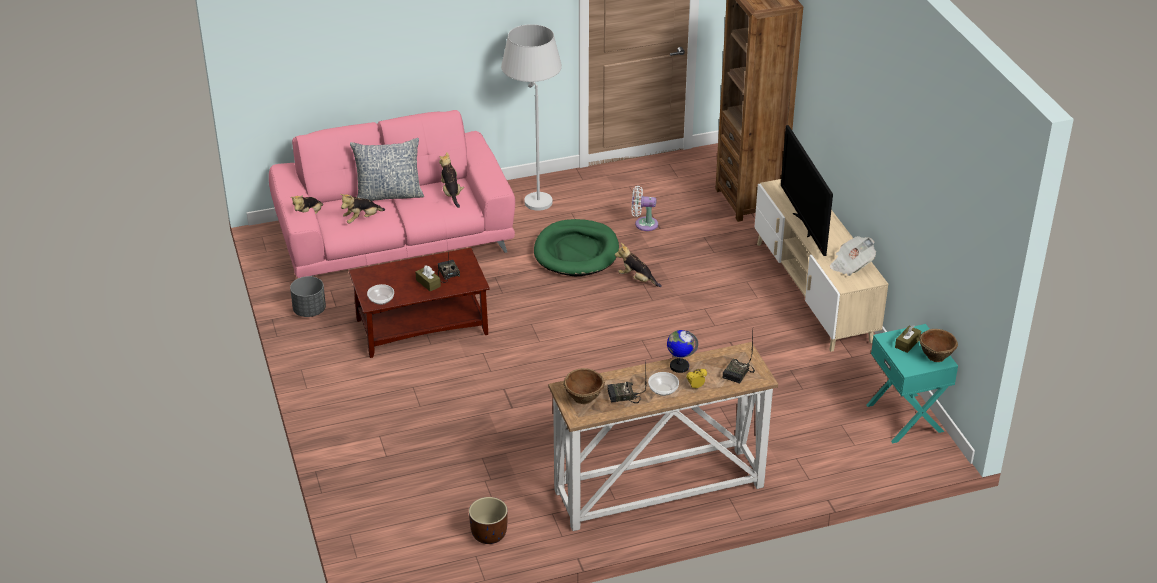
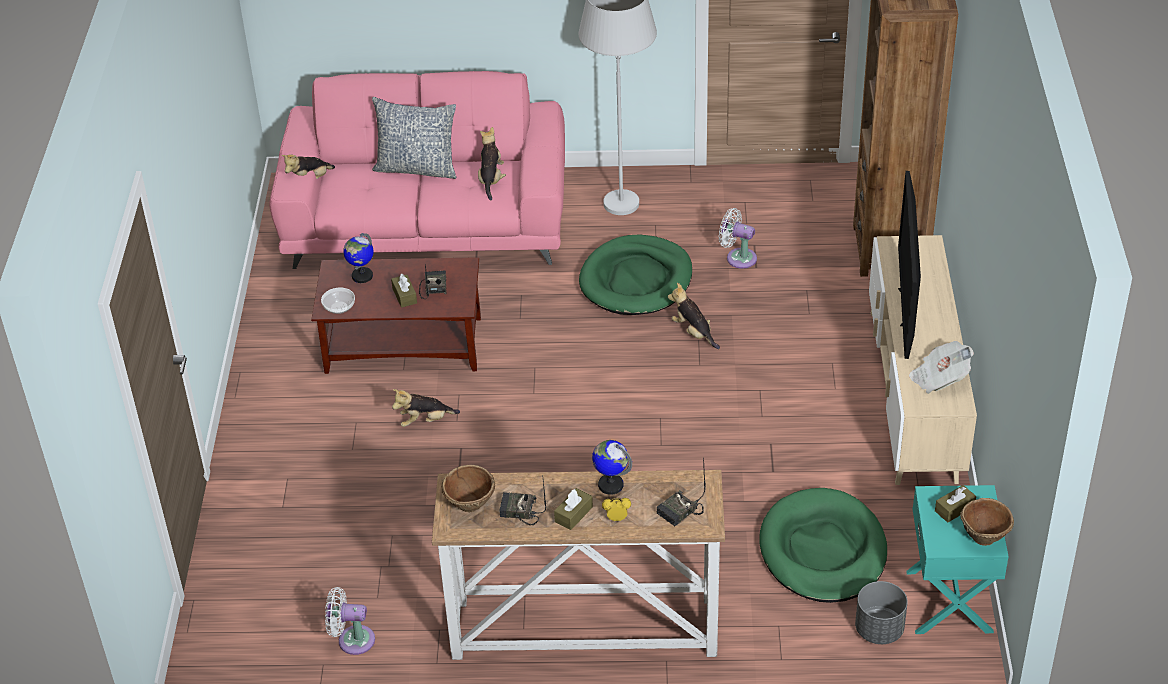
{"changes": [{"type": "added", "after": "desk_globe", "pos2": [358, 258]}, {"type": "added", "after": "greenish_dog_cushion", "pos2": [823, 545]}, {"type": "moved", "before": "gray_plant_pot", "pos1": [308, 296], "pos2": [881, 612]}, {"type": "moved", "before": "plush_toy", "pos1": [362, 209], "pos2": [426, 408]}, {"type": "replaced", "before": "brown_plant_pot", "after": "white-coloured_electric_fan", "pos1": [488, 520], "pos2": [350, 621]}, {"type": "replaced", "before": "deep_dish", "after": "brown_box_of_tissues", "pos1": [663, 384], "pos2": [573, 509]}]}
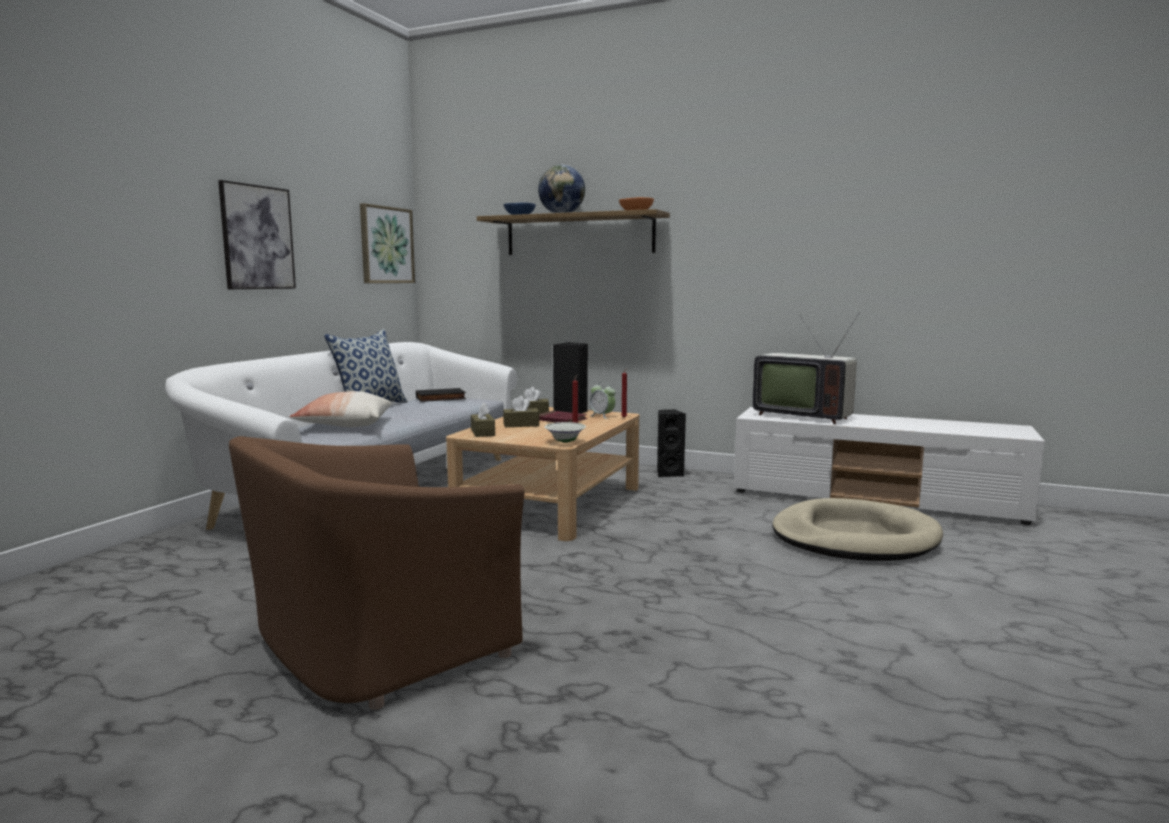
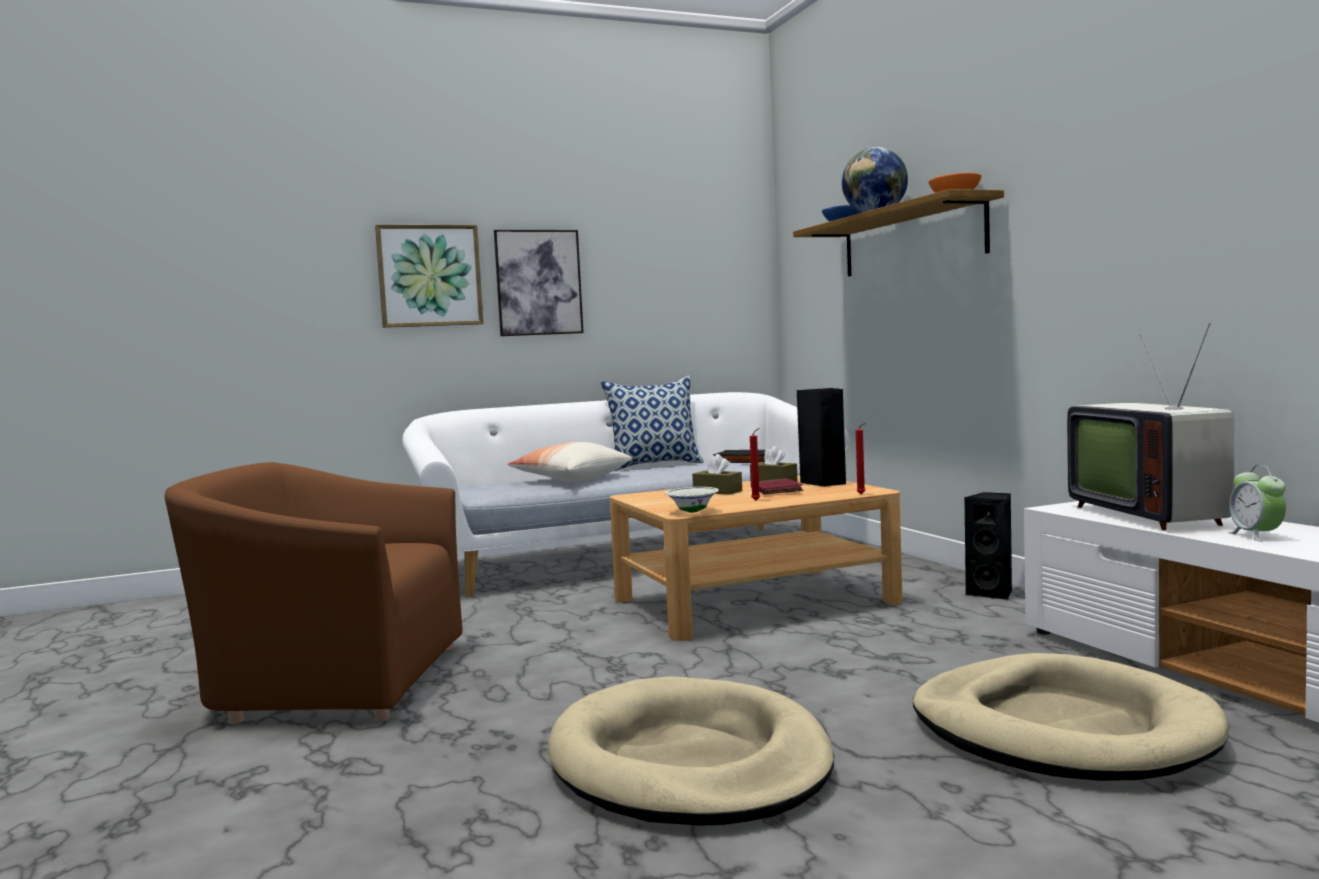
{"changes": [{"type": "removed", "before": "brown_box_of_tissues", "pos1": [483, 419]}, {"type": "added", "after": "beige_dog_cushion", "pos2": [691, 751]}, {"type": "moved", "before": "picture", "pos1": [387, 243], "pos2": [429, 276]}, {"type": "moved", "before": "bedside_clock", "pos1": [603, 400], "pos2": [1257, 503]}]}
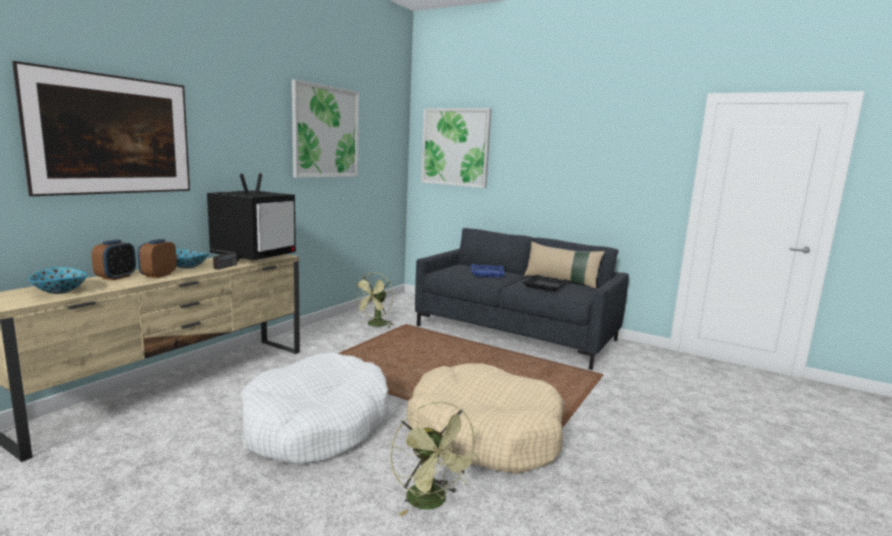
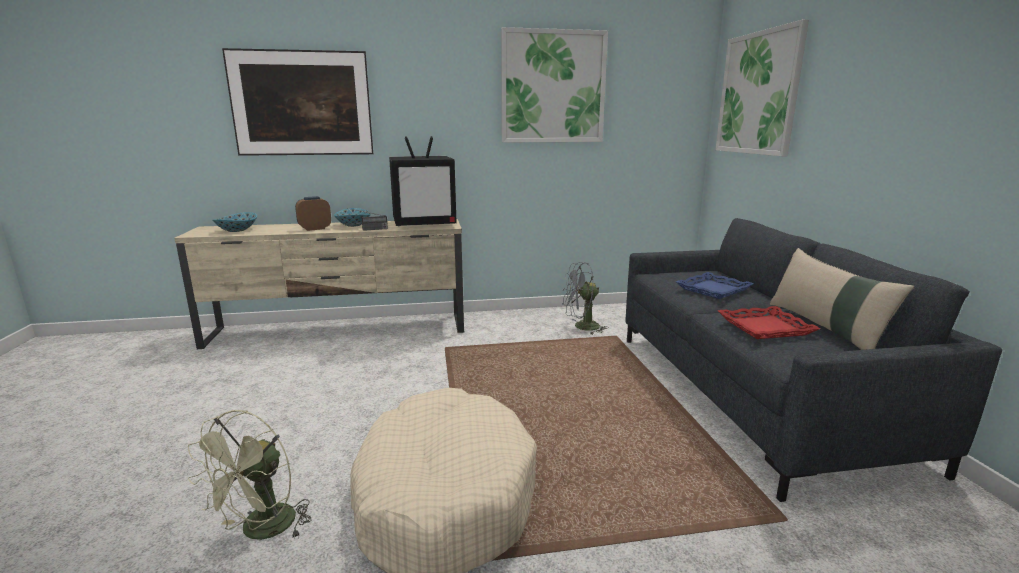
{"changes": [{"type": "removed", "before": "bedside_clock", "pos1": [114, 260]}, {"type": "removed", "before": "white-coloured_dog_cushion", "pos1": [315, 408]}, {"type": "recoloured", "before": "greenish_electric_fan", "after": "gray_electric_fan", "pos1": [373, 300], "pos2": [585, 298]}, {"type": "recoloured", "before": "blackish_serving_tray", "after": "red_serving_tray", "pos1": [546, 283], "pos2": [769, 322]}]}
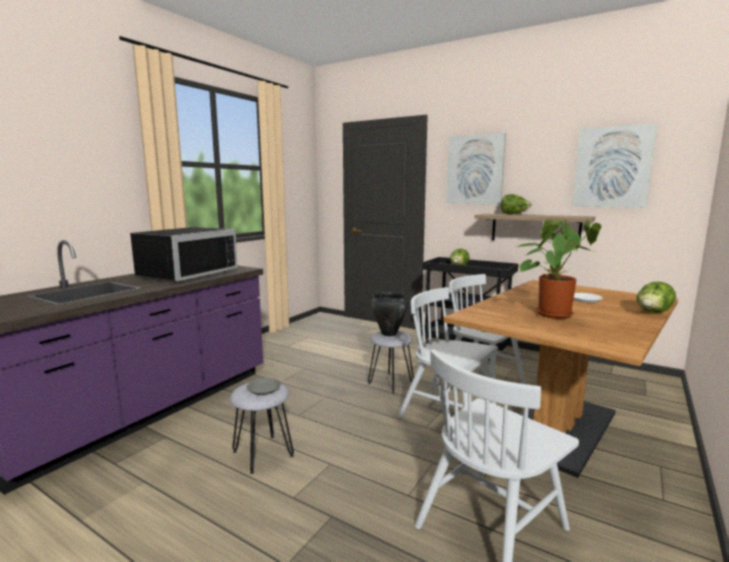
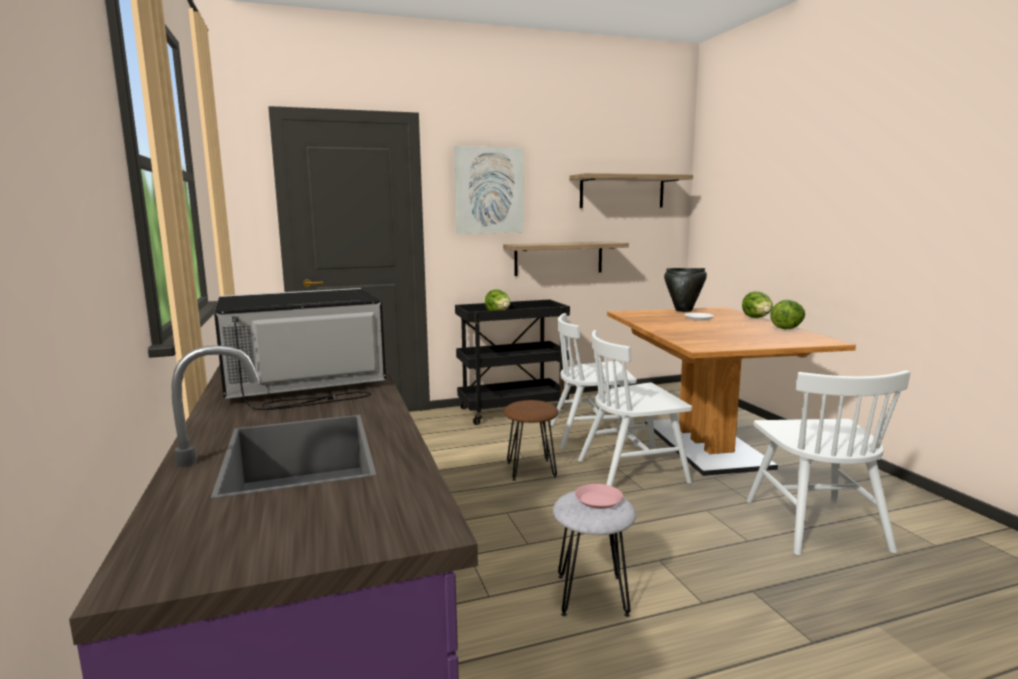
{"changes": [{"type": "removed", "before": "plant_in_a_pot", "pos1": [559, 269]}, {"type": "moved", "before": "blackish_saucepot", "pos1": [389, 314], "pos2": [685, 290]}, {"type": "moved", "before": "head_of_lettuce", "pos1": [515, 204], "pos2": [787, 314]}, {"type": "replaced", "before": "picture", "after": "shelf", "pos1": [614, 165], "pos2": [631, 190]}, {"type": "recoloured", "before": "gray_plate", "after": "pink_plate", "pos1": [263, 386], "pos2": [599, 496]}, {"type": "recoloured", "before": "gray_stool", "after": "brown_stool", "pos1": [391, 362], "pos2": [531, 440]}, {"type": "turned", "before": "blackish_microwave_oven", "pos1": [184, 254], "pos2": [300, 349], "turn": -90}]}
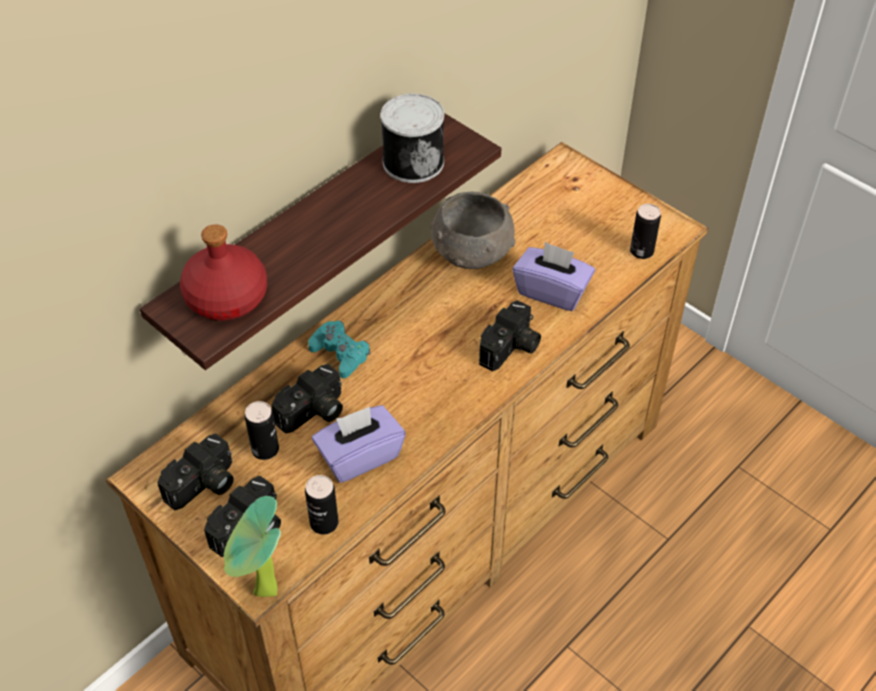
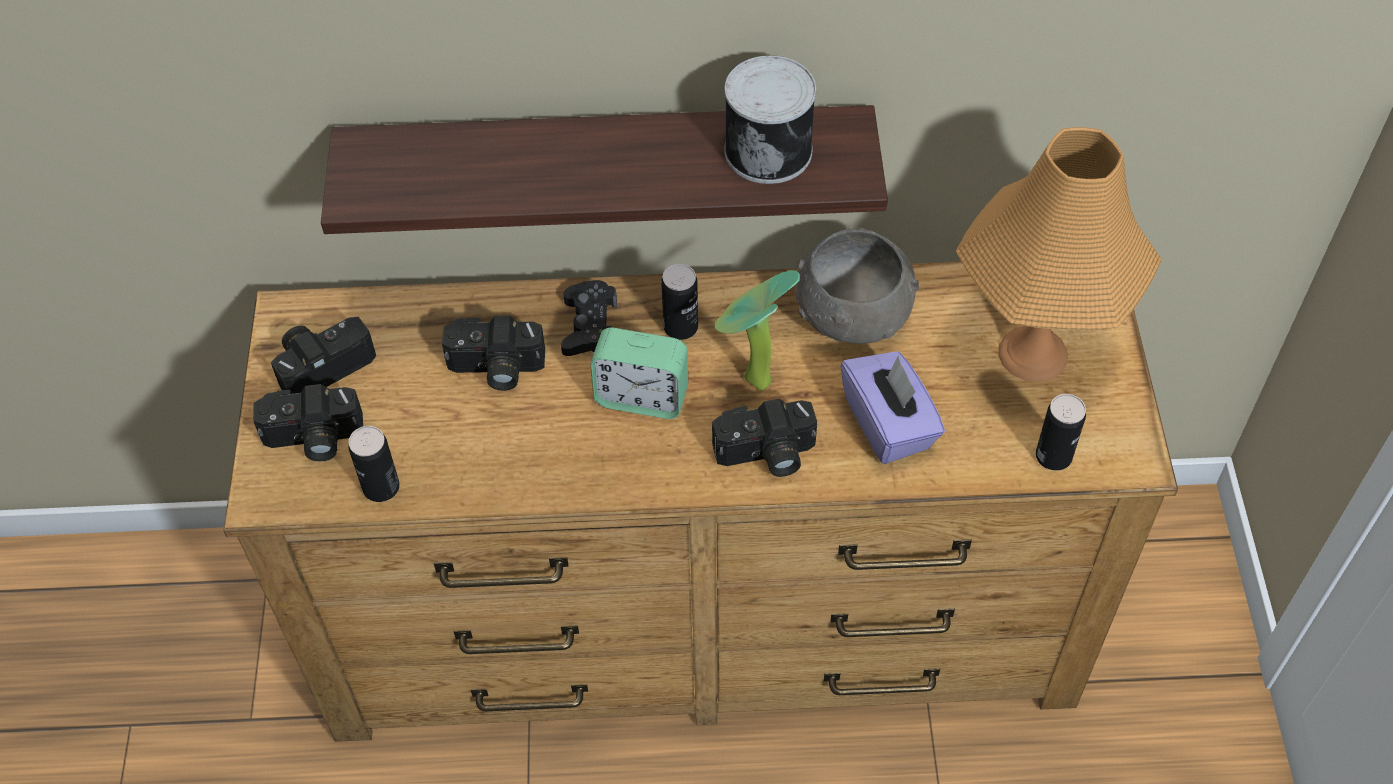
{"changes": [{"type": "removed", "before": "red_drink_bottle", "pos1": [223, 272]}, {"type": "removed", "before": "purple_box_of_tissues", "pos1": [358, 444]}, {"type": "added", "after": "bedside_clock", "pos2": [639, 373]}, {"type": "added", "after": "orange_tabletop_lamp", "pos2": [1059, 254]}, {"type": "moved", "before": "plant_in_a_pot", "pos1": [252, 546], "pos2": [757, 331]}, {"type": "moved", "before": "can", "pos1": [262, 430], "pos2": [679, 302]}, {"type": "recoloured", "before": "turquoise_gamepad", "after": "blackish_gamepad", "pos1": [339, 349], "pos2": [589, 318]}, {"type": "turned", "before": "photo_camera", "pos1": [195, 471], "pos2": [323, 355], "turn": 150}]}
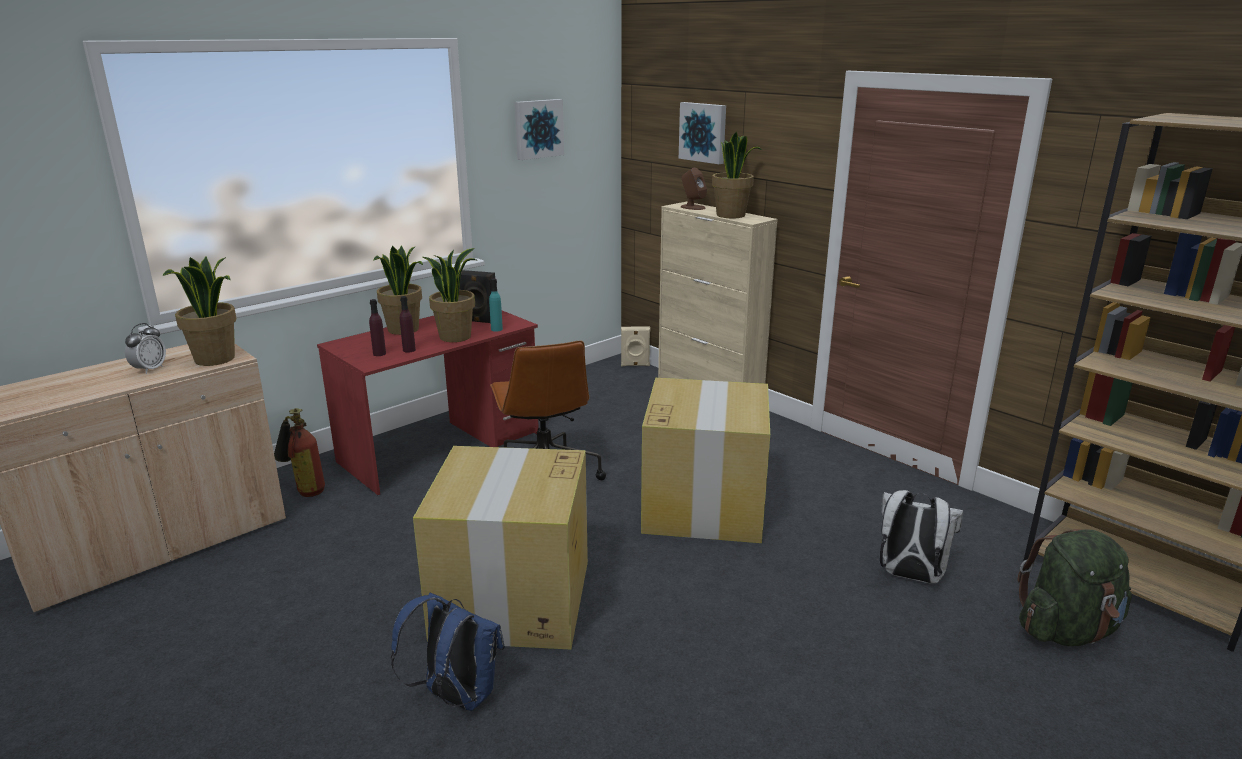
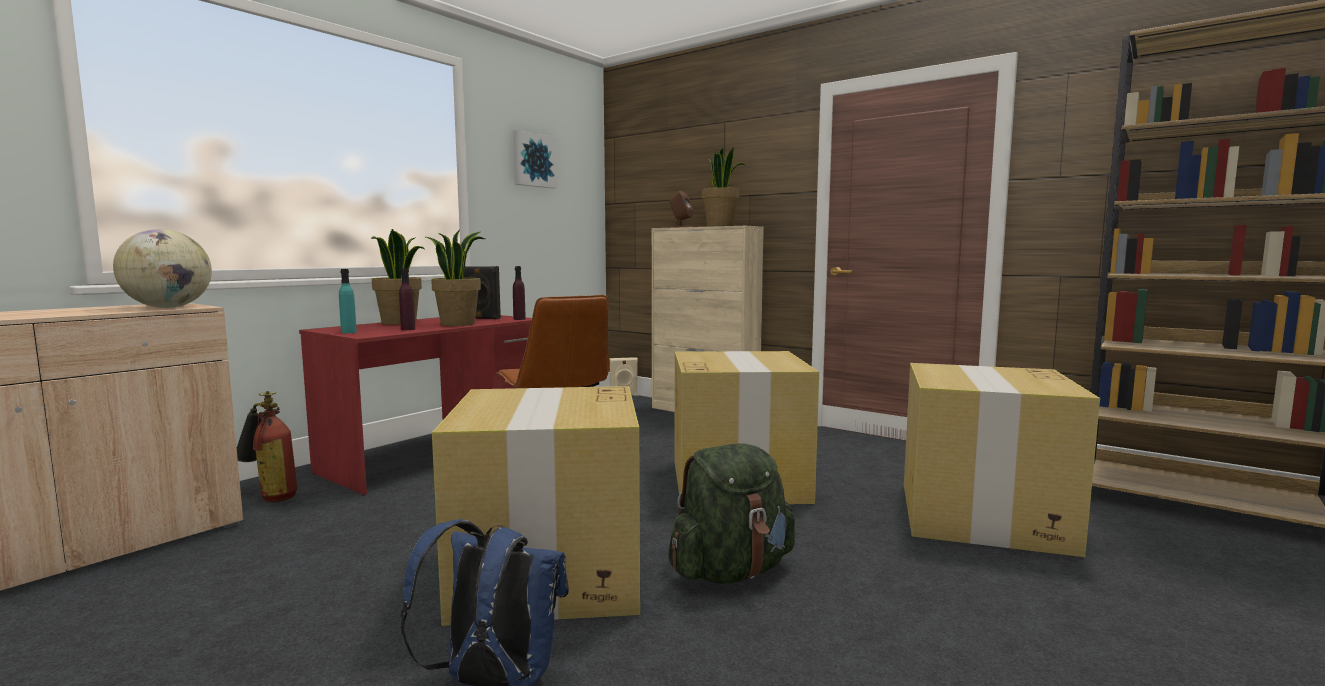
{"changes": [{"type": "removed", "before": "bedside_clock", "pos1": [145, 348]}, {"type": "removed", "before": "picture", "pos1": [702, 133]}, {"type": "moved", "before": "purple_drink_bottle", "pos1": [377, 327], "pos2": [519, 293]}, {"type": "moved", "before": "turquoise_drink_bottle", "pos1": [496, 305], "pos2": [348, 301]}, {"type": "moved", "before": "greenish_backpack", "pos1": [1074, 587], "pos2": [731, 514]}, {"type": "replaced", "before": "plant_in_a_pot", "after": "desk_globe", "pos1": [200, 311], "pos2": [162, 268]}, {"type": "replaced", "before": "white-coloured_backpack", "after": "packing_box", "pos1": [921, 536], "pos2": [1002, 460]}]}
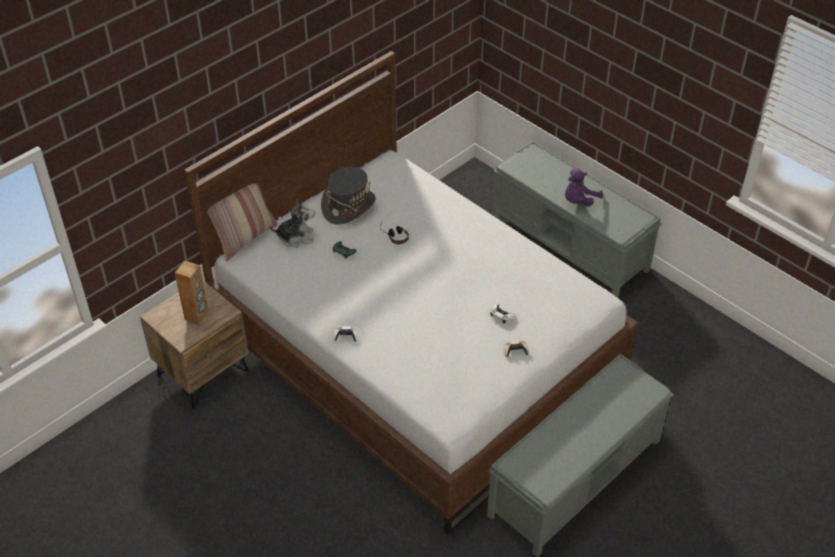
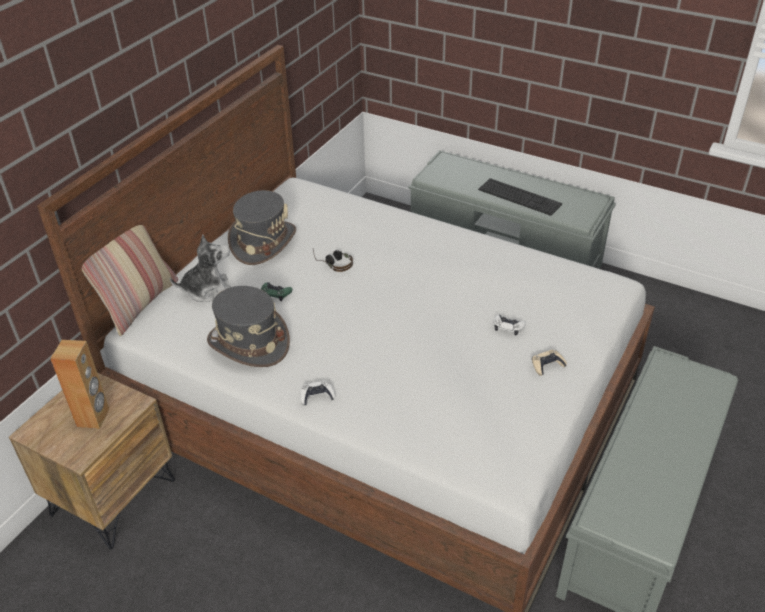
{"changes": [{"type": "added", "after": "gray_wearable_hat", "pos2": [248, 326]}, {"type": "replaced", "before": "purple_plush_toy", "after": "PC_keyboard", "pos1": [584, 187], "pos2": [520, 197]}]}
